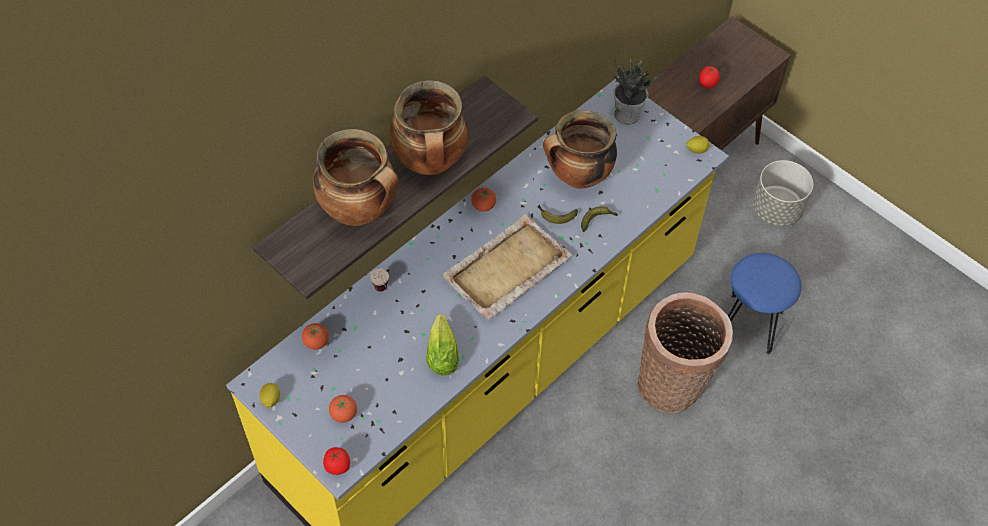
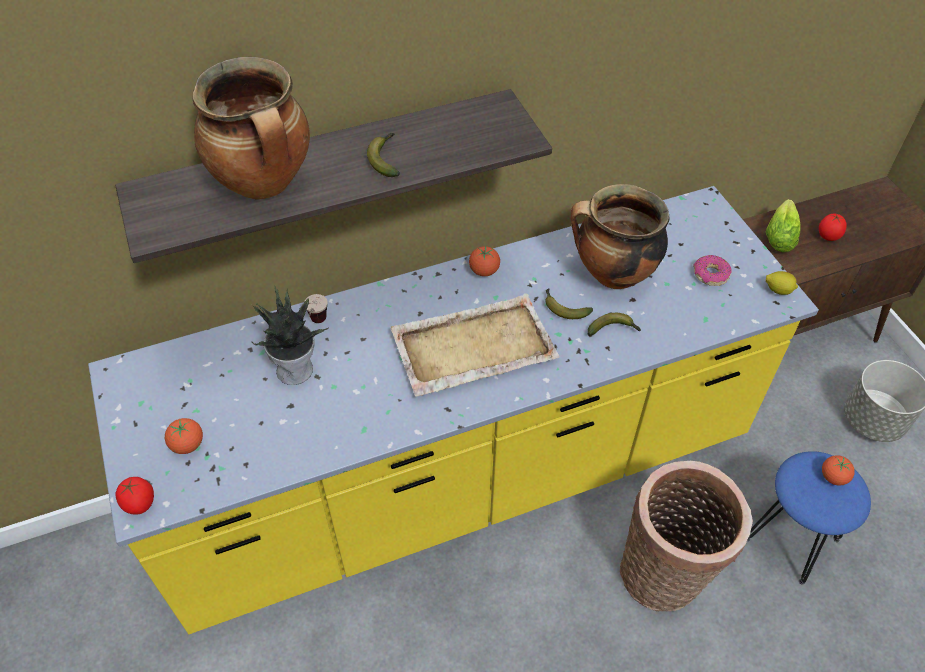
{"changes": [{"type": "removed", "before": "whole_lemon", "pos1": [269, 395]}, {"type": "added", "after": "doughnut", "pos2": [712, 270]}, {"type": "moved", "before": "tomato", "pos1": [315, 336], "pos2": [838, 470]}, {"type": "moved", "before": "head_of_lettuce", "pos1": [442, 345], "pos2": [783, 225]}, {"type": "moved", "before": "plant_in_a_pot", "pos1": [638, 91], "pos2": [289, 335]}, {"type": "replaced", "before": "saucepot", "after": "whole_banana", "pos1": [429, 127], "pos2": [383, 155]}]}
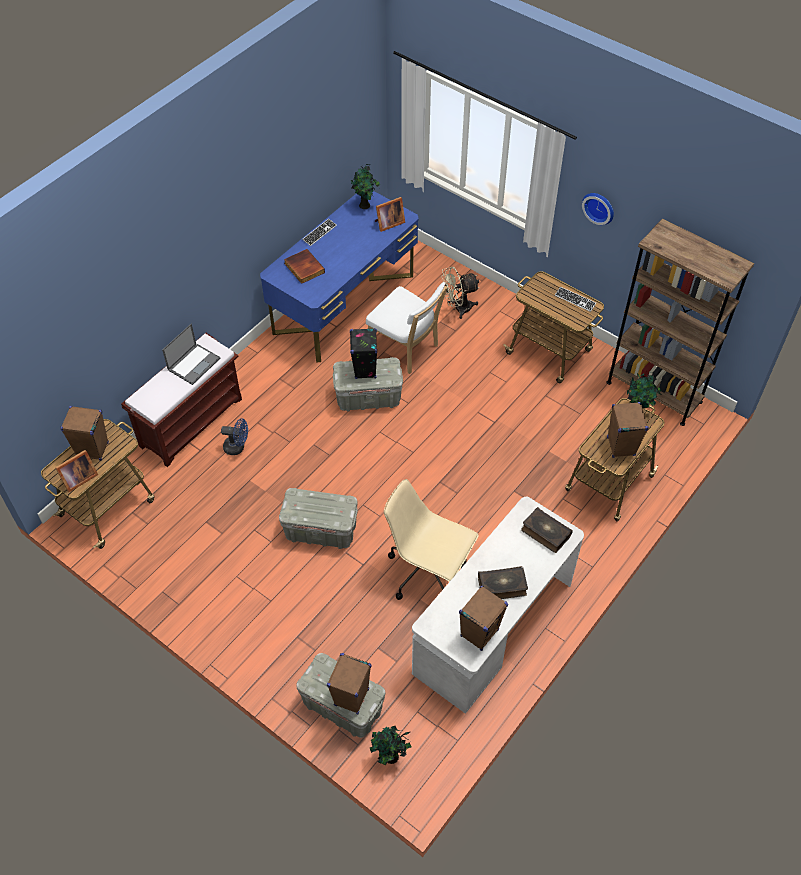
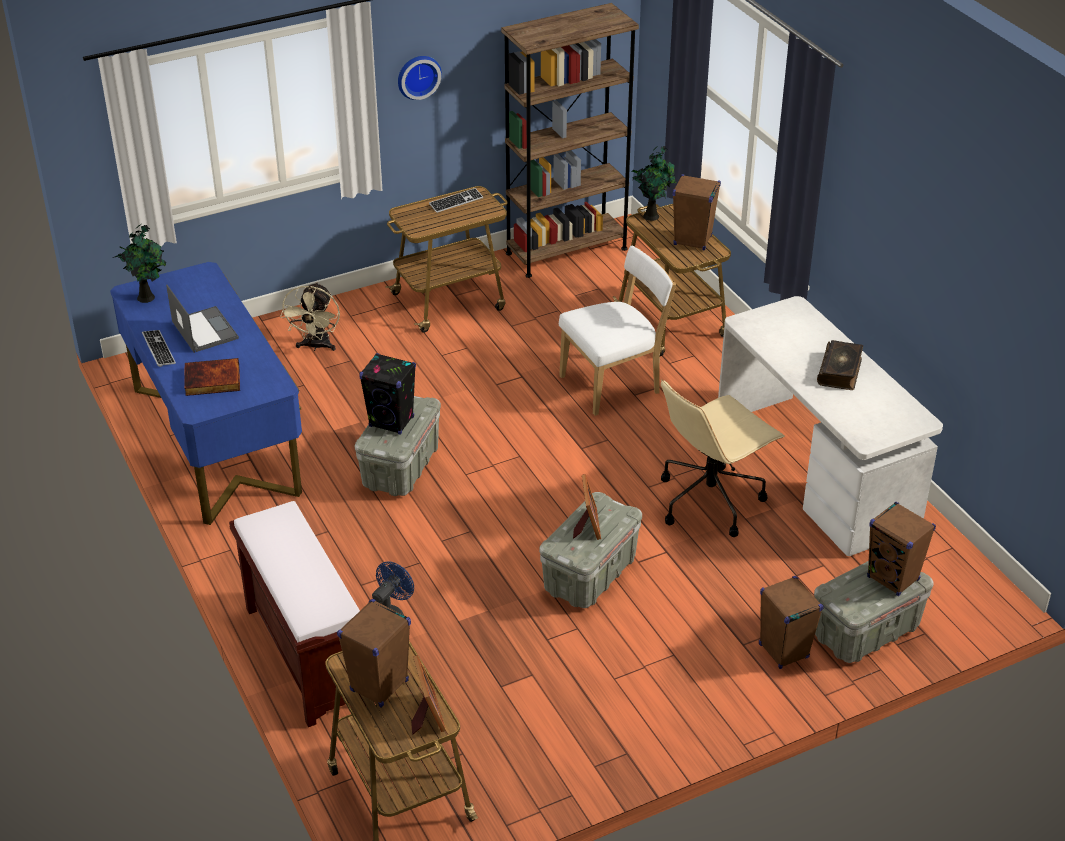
{"changes": [{"type": "removed", "before": "plant_in_a_pot", "pos1": [390, 745]}, {"type": "removed", "before": "book", "pos1": [547, 530]}, {"type": "moved", "before": "notebook_computer", "pos1": [191, 354], "pos2": [202, 319]}, {"type": "moved", "before": "white-coloured_chair", "pos1": [406, 328], "pos2": [617, 331]}, {"type": "moved", "before": "photo_frame", "pos1": [390, 214], "pos2": [587, 507]}, {"type": "moved", "before": "brown_loudspeaker", "pos1": [483, 618], "pos2": [791, 622]}]}
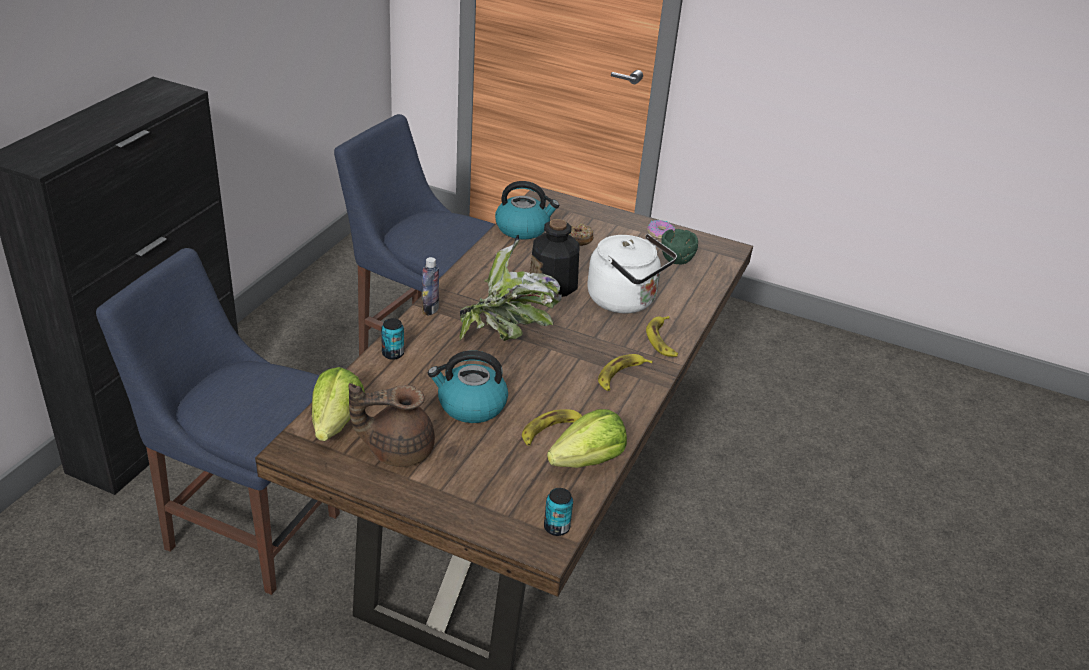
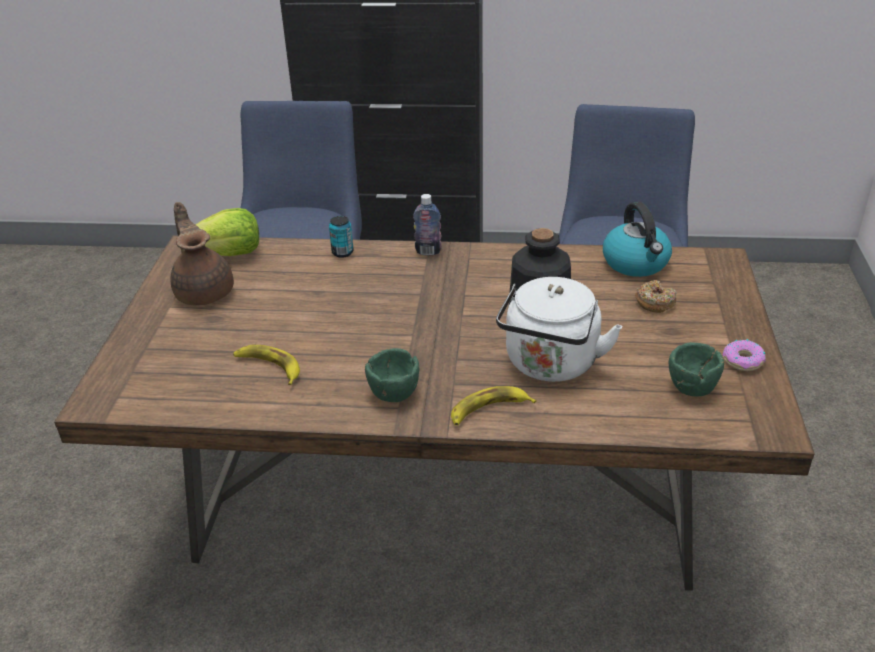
{"changes": [{"type": "removed", "before": "tea_kettle", "pos1": [468, 387]}, {"type": "removed", "before": "plant_in_a_pot", "pos1": [510, 287]}, {"type": "removed", "before": "can", "pos1": [558, 512]}, {"type": "removed", "before": "head_of_lettuce", "pos1": [587, 438]}, {"type": "replaced", "before": "whole_banana", "after": "greenish_deep_dish", "pos1": [625, 372], "pos2": [392, 375]}]}
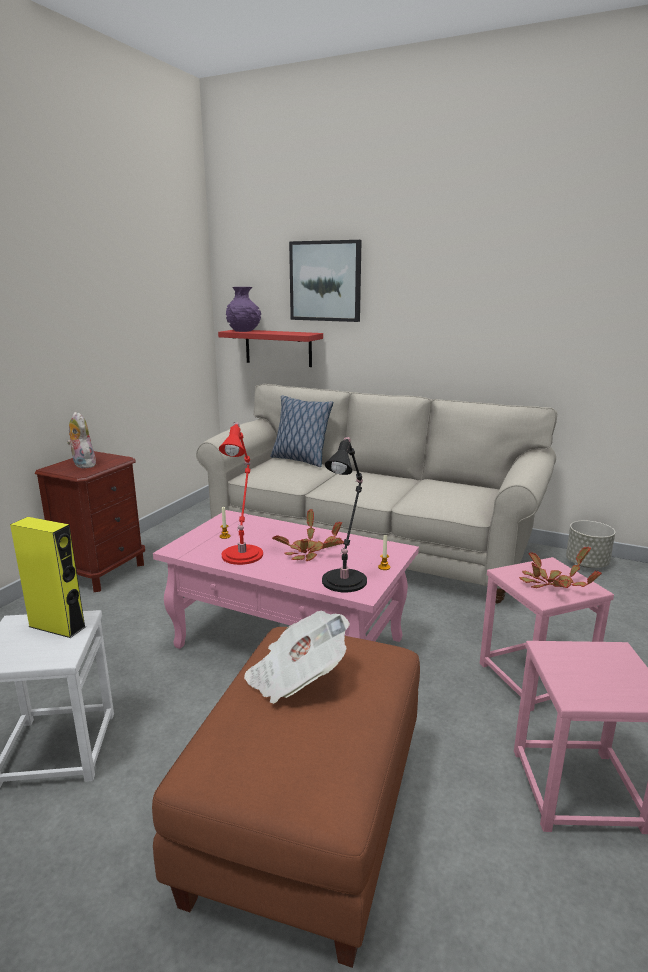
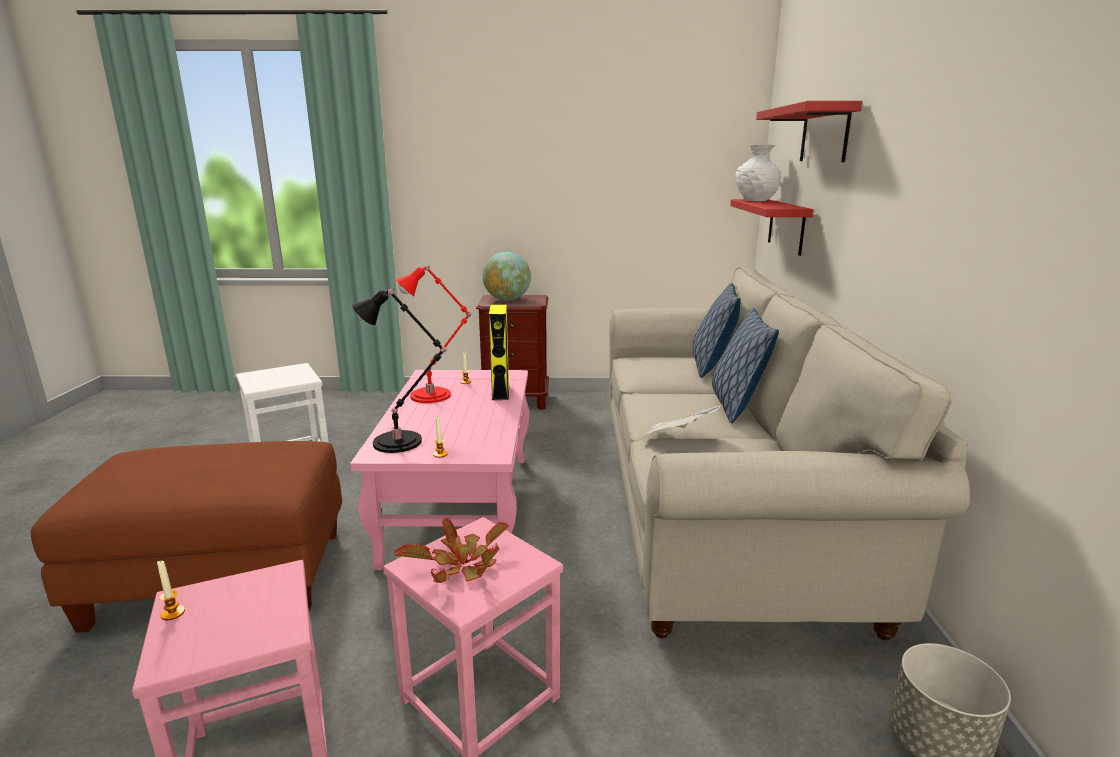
{"changes": [{"type": "removed", "before": "plant_in_a_pot", "pos1": [308, 535]}, {"type": "added", "after": "candle", "pos2": [171, 590]}, {"type": "added", "after": "pillow", "pos2": [745, 365]}, {"type": "moved", "before": "yellow-coloured_loudspeaker", "pos1": [48, 577], "pos2": [499, 352]}, {"type": "moved", "before": "printed_paper", "pos1": [297, 657], "pos2": [680, 420]}, {"type": "replaced", "before": "plush_toy", "after": "desk_globe", "pos1": [81, 440], "pos2": [507, 276]}, {"type": "replaced", "before": "picture", "after": "red_shelf", "pos1": [325, 281], "pos2": [809, 131]}, {"type": "recoloured", "before": "purple_decorative_vase", "after": "white-coloured_decorative_vase", "pos1": [243, 309], "pos2": [758, 173]}]}
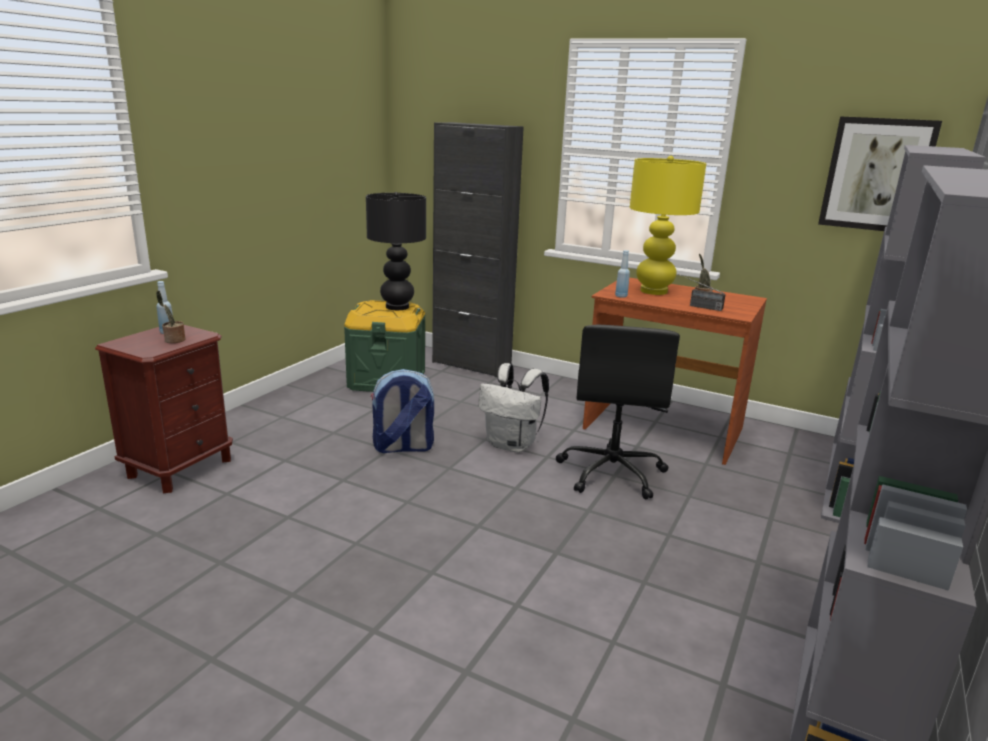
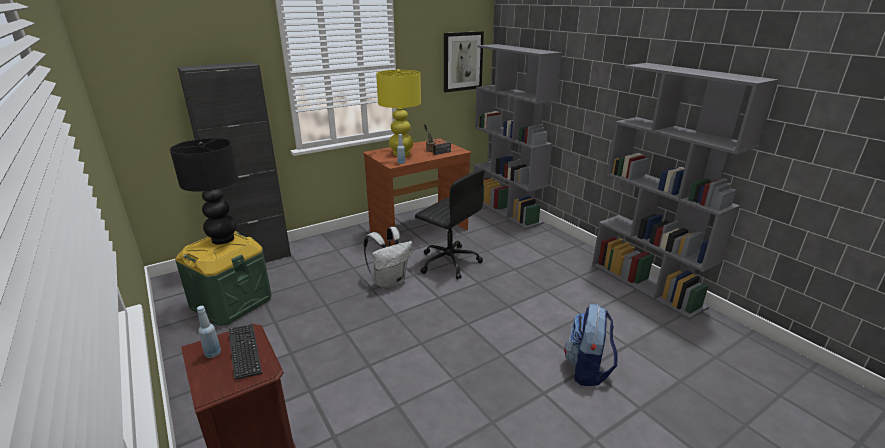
{"changes": [{"type": "moved", "before": "backpack", "pos1": [402, 411], "pos2": [591, 345]}, {"type": "replaced", "before": "plant_in_a_pot", "after": "PC_keyboard", "pos1": [171, 316], "pos2": [245, 352]}]}
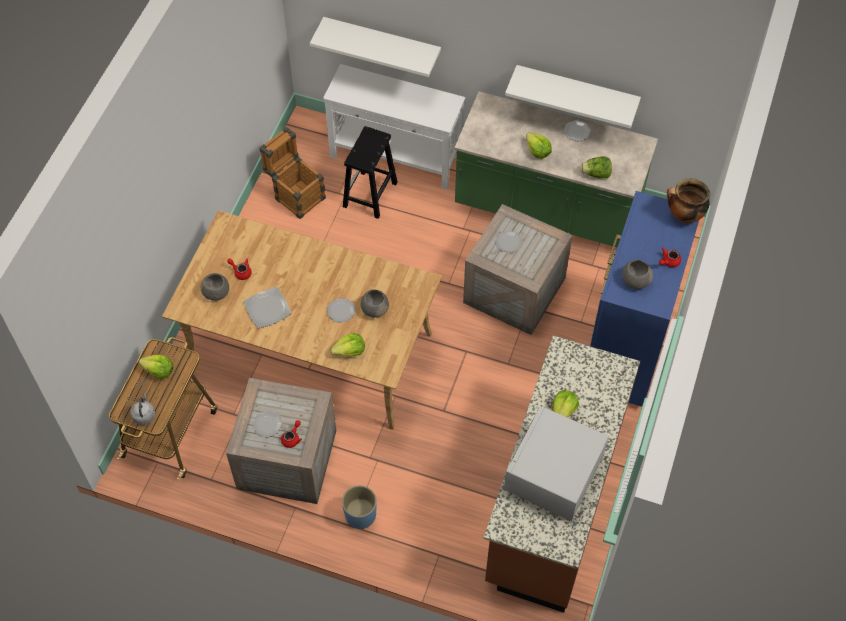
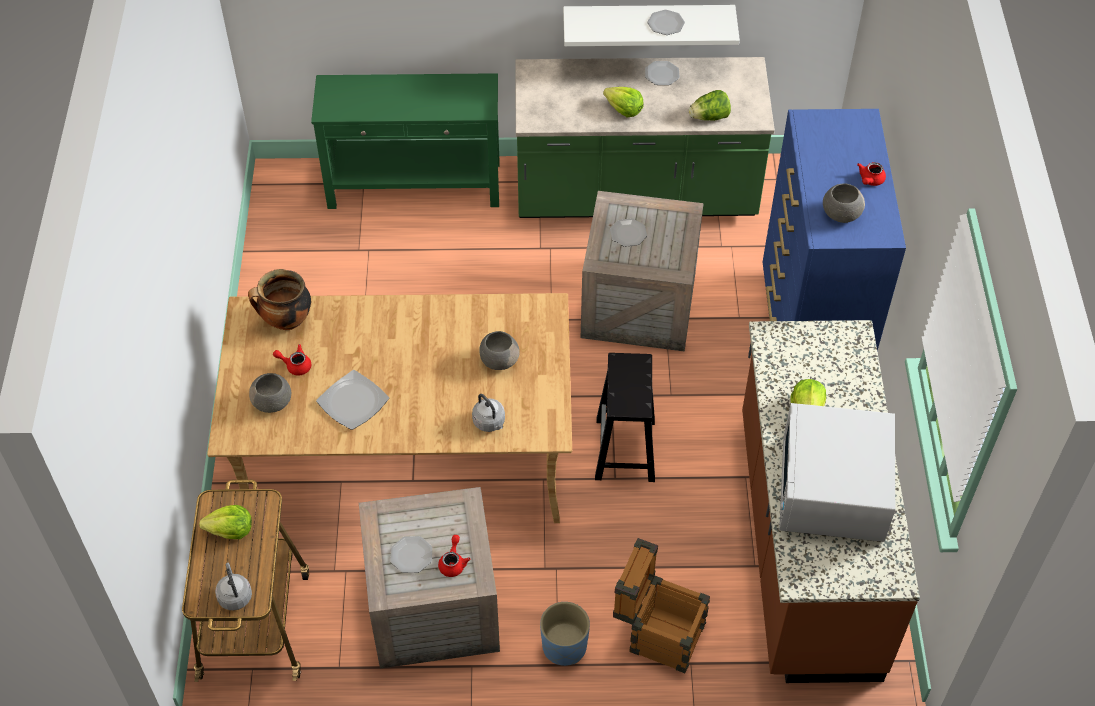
{"changes": [{"type": "removed", "before": "white-coloured_shelf", "pos1": [375, 47]}, {"type": "moved", "before": "crate", "pos1": [293, 173], "pos2": [661, 605]}, {"type": "moved", "before": "plate", "pos1": [341, 310], "pos2": [666, 22]}, {"type": "moved", "before": "blackish_stool", "pos1": [370, 172], "pos2": [625, 417]}, {"type": "moved", "before": "saucepot", "pos1": [688, 200], "pos2": [279, 299]}, {"type": "replaced", "before": "head_of_lettuce", "after": "gray_tea_kettle", "pos1": [348, 345], "pos2": [488, 413]}, {"type": "recoloured", "before": "white-coloured_hall_table", "after": "greenish_hall_table", "pos1": [394, 127], "pos2": [405, 141]}]}
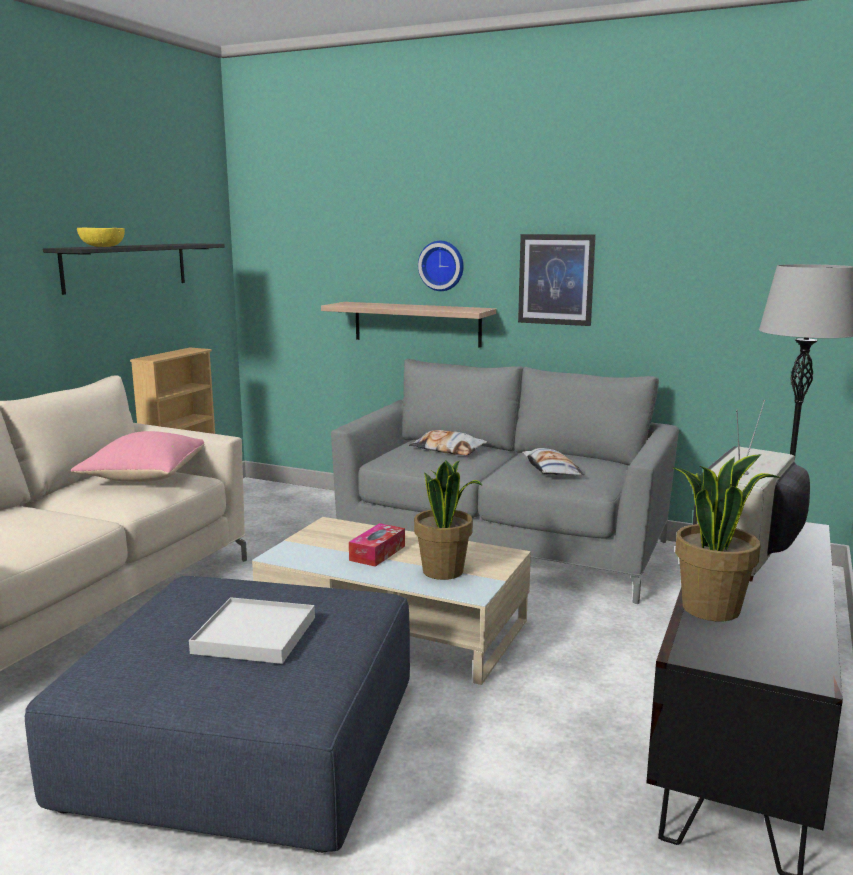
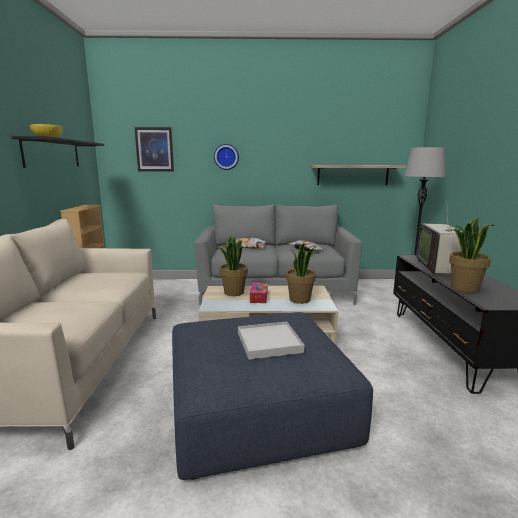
{"changes": [{"type": "removed", "before": "pink_pillow", "pos1": [137, 456]}, {"type": "added", "after": "plant_in_a_pot", "pos2": [232, 266]}, {"type": "moved", "before": "shelf", "pos1": [408, 325], "pos2": [358, 175]}, {"type": "moved", "before": "picture", "pos1": [557, 280], "pos2": [154, 149]}]}
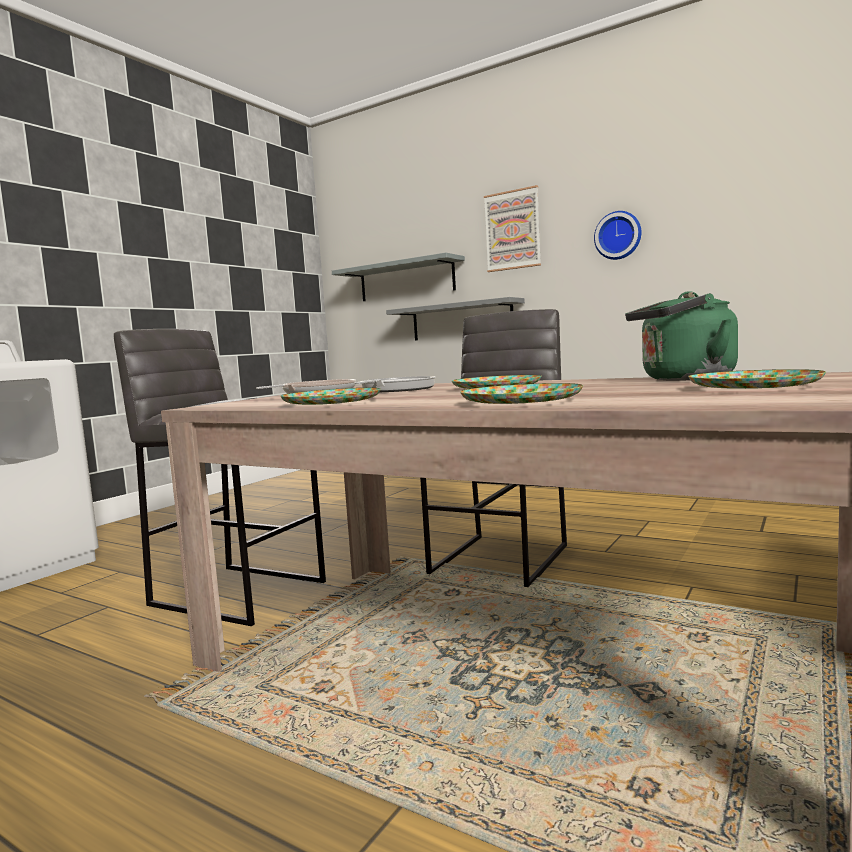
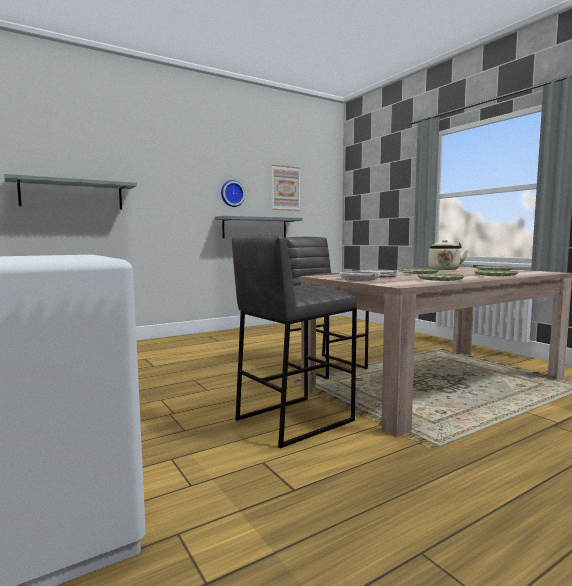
{"changes": [{"type": "moved", "before": "gray_shelf", "pos1": [455, 318], "pos2": [259, 227]}, {"type": "moved", "before": "picture", "pos1": [512, 228], "pos2": [286, 188]}, {"type": "recoloured", "before": "greenish_tea_kettle", "after": "beige_tea_kettle", "pos1": [681, 336], "pos2": [448, 255]}]}
